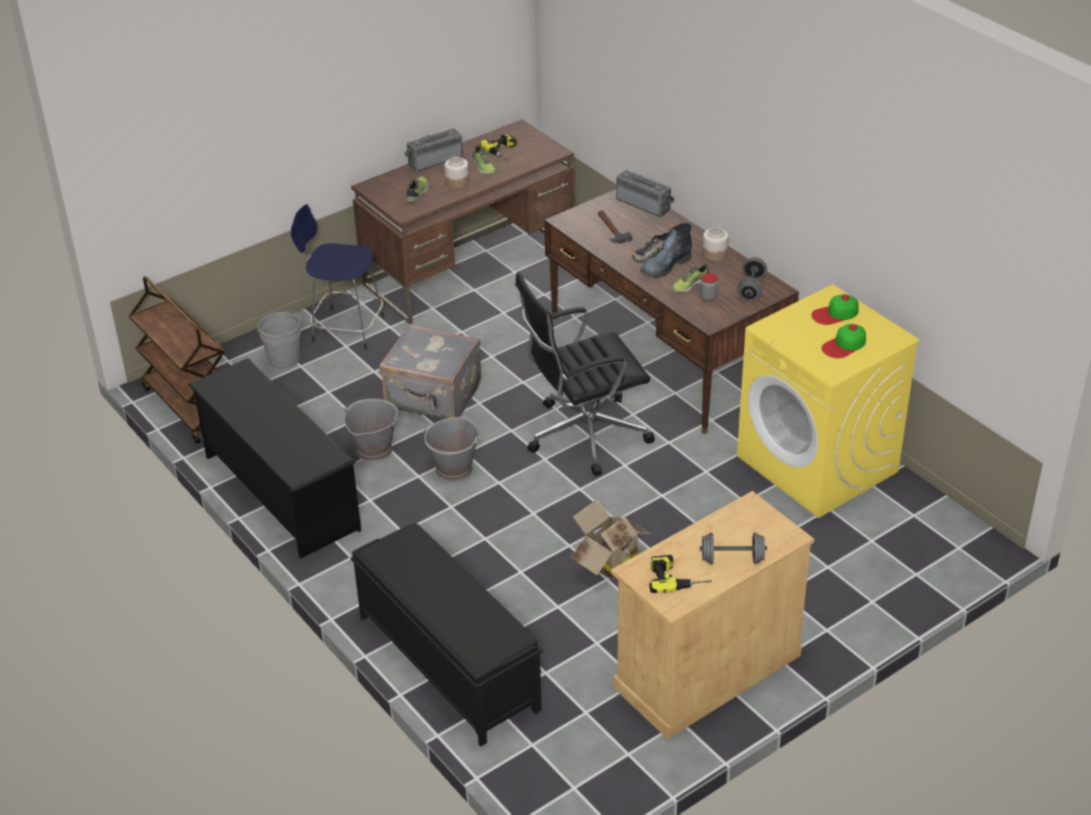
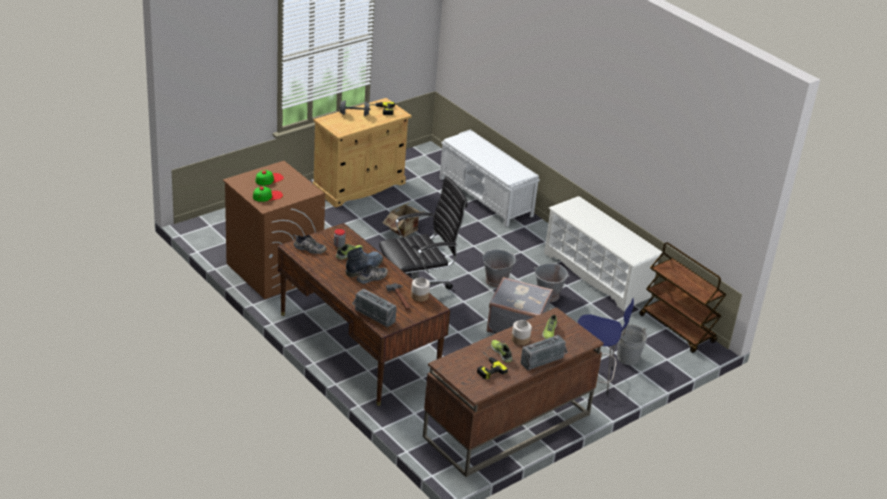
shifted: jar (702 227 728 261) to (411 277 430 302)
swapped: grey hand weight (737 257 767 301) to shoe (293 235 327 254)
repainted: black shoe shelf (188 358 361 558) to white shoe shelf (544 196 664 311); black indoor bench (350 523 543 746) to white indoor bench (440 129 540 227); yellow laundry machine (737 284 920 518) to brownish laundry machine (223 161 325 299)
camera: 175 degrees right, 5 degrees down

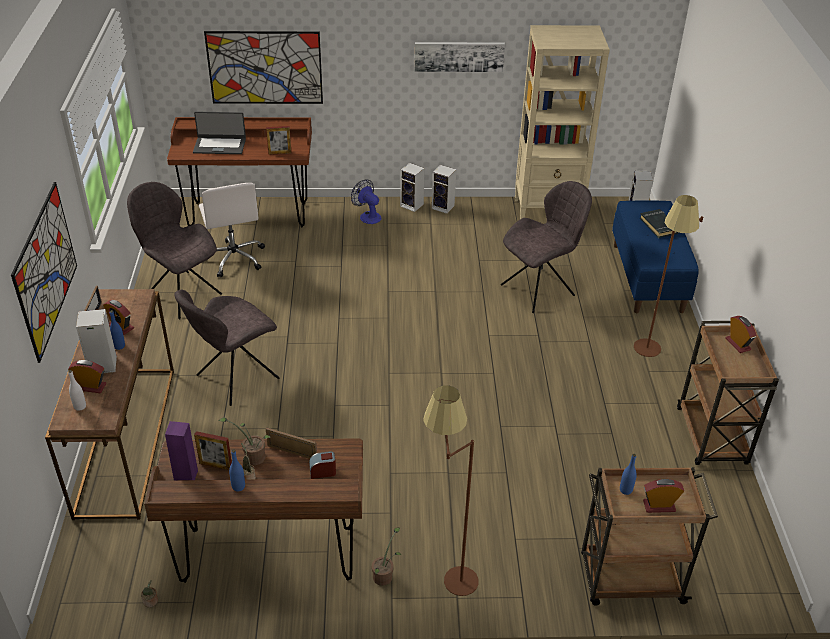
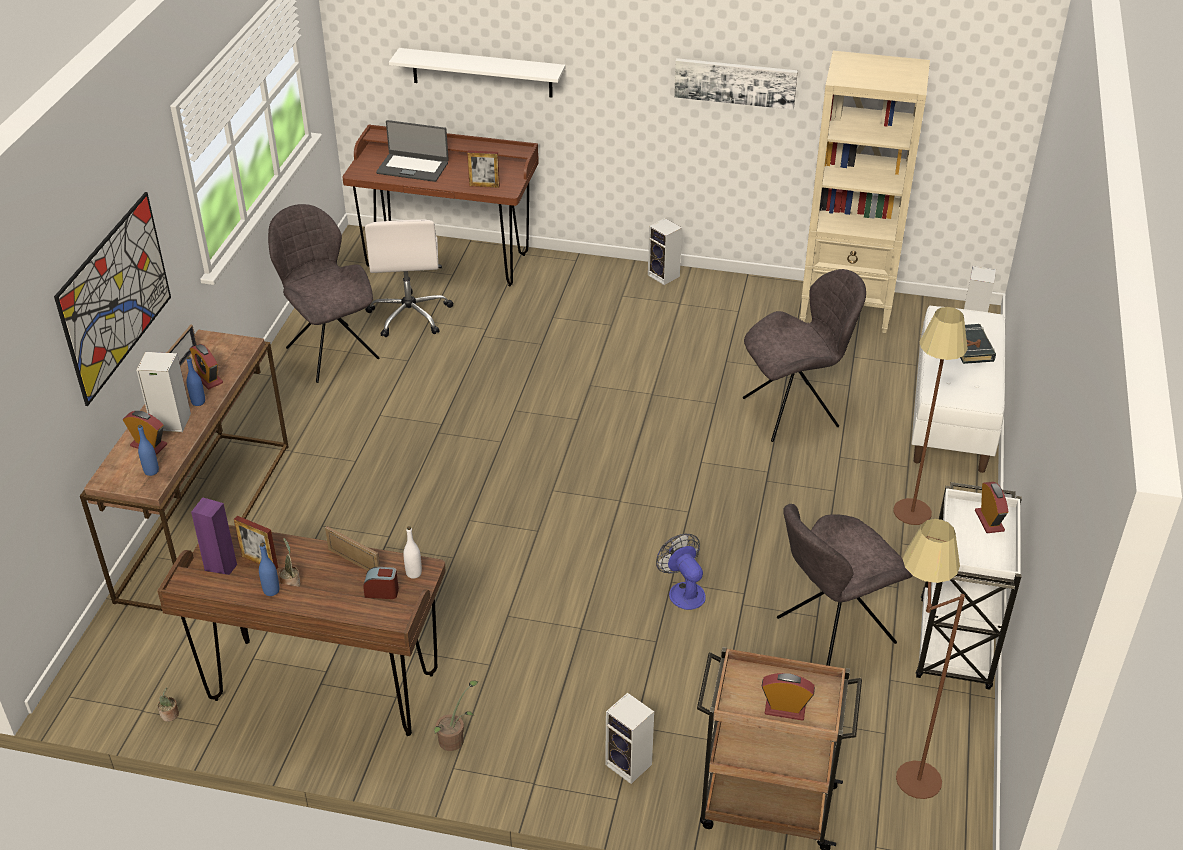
gone: plant in a pot (219 417 271 465)
shifted: white bottle (68 370 86 411) to (403 526 422 579); grey chair (174 290 279 406) to (777 504 913 666); cooling fan (351 179 381 224) to (656 534 706 610); brownish standard lamp (423 385 479 596) to (896 519 965 799); audio speaker (432 165 456 214) to (605 693 654 784); blue-coloured bottle (620 454 637 495) to (138 425 159 476)
swapped: picture (204 31 323 104) to white shelf (389 48 565 98)
repainted: blue-coloured indoor bench (612 201 699 313) to white indoor bench (911 306 1006 473); brownish wheeled cart (677 321 779 465) to white wheeled cart (916 482 1022 690)
camera: 15 degrees right, 0 degrees up

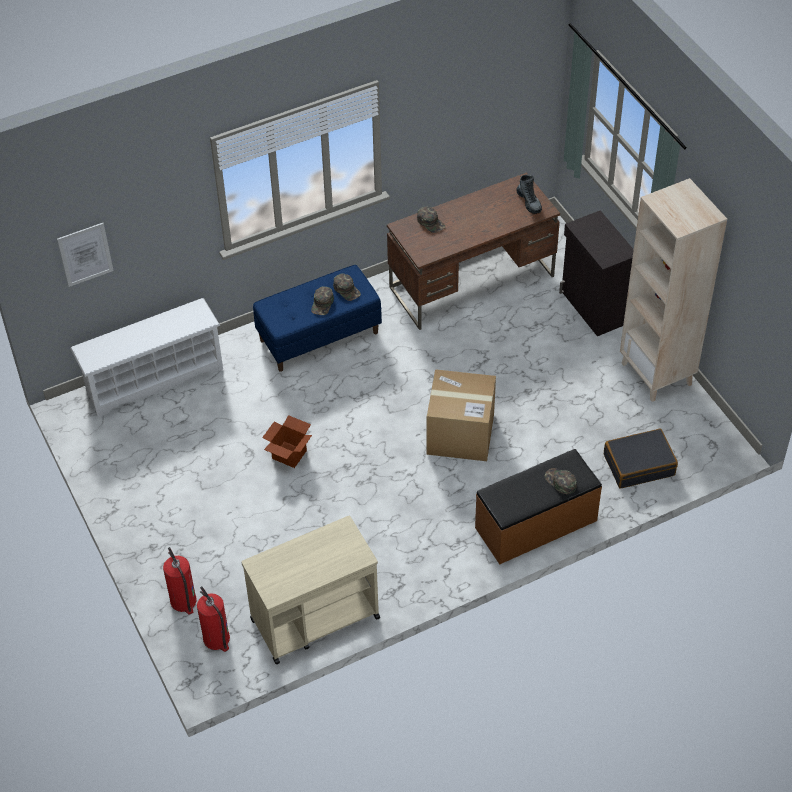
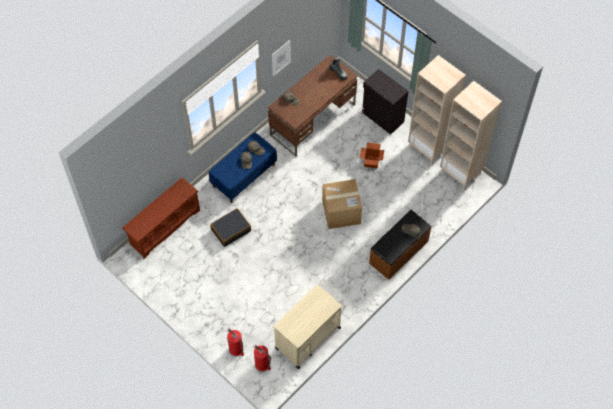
new: beige-coloured shelving unit (440 81 502 190)
shifted: picture (57 223 114 287) to (272 40 291 77); cardboard box (262 415 312 468) to (360 142 384 168); black travel case (604 428 678 489) to (210 208 251 247)
repainted: white shoe shelf (70 298 223 418) to brownish shoe shelf (122 177 200 259)
camera: 20 degrees left, 10 degrees up

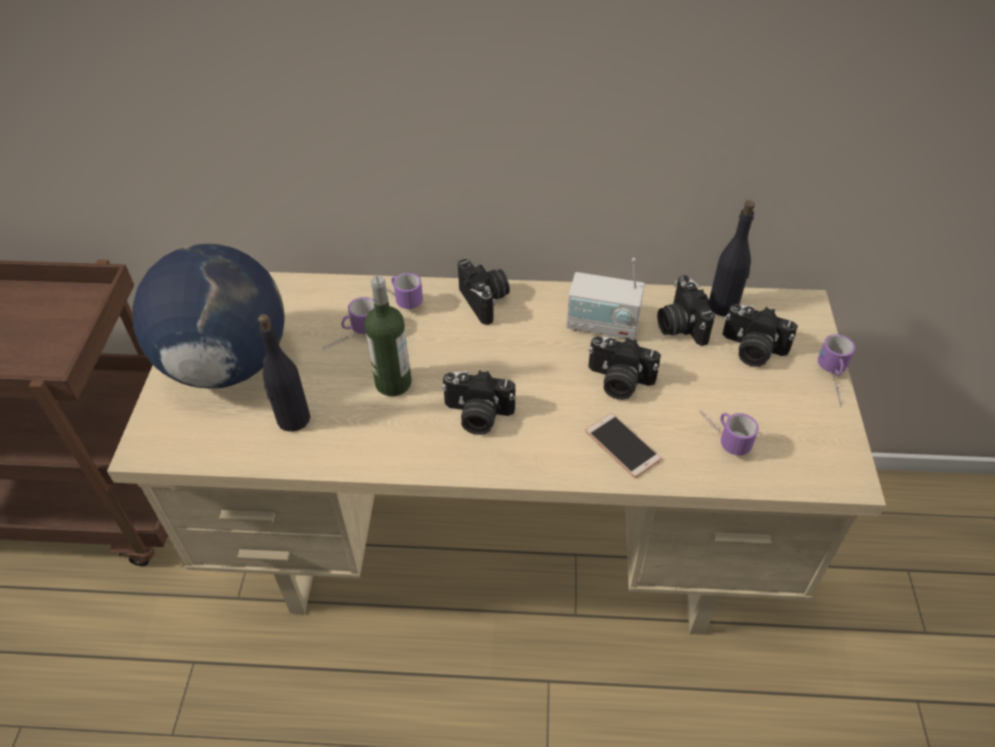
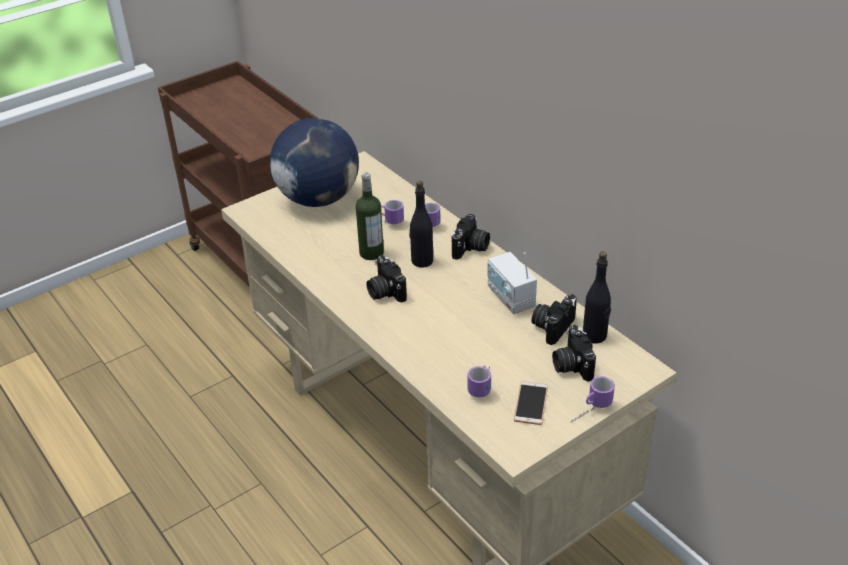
gone: photo camera (588 336 661 400)
shifted: black bottle (258 314 310 432) to (409 181 433 268); phone (585 413 662 478) to (514 381 548 425)
camera: 50 degrees right, 10 degrees down

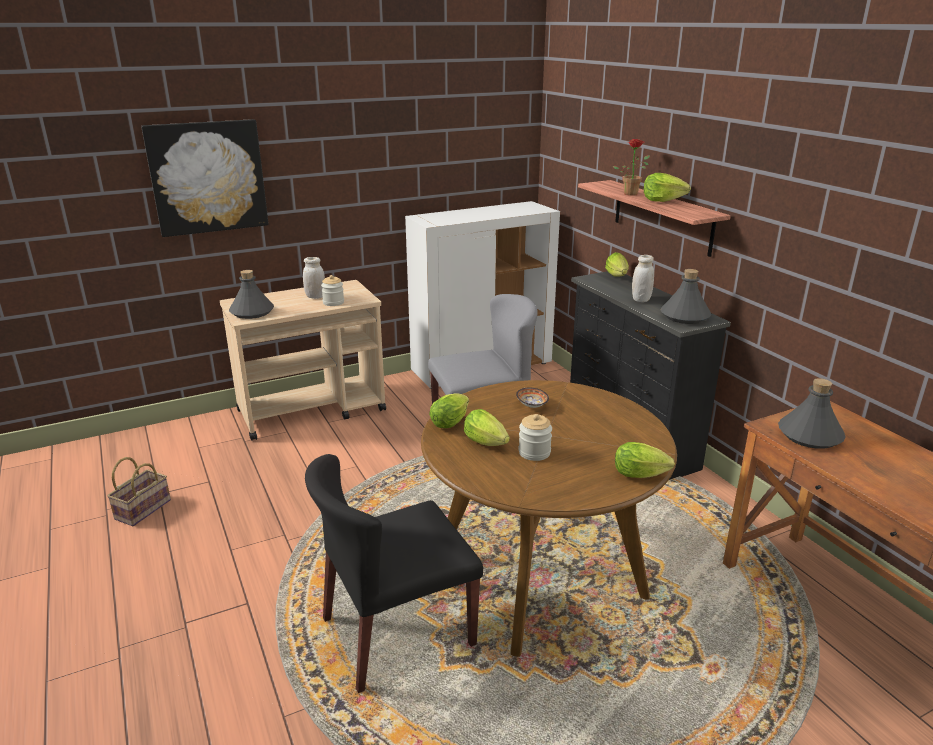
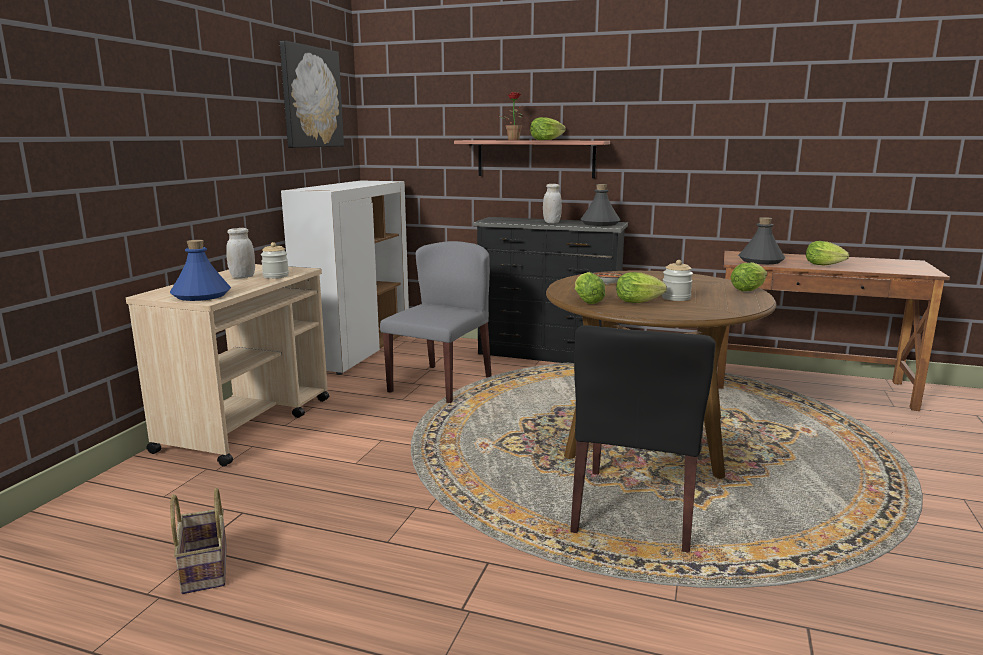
shifted: picture (141 119 269 237) to (280 40 344 148); lettuce (605 252 629 277) to (806 241 849 266)
repainted: grey bottle (229 270 274 319) to blue-coloured bottle (170 240 231 301)
camera: 45 degrees left, 10 degrees down

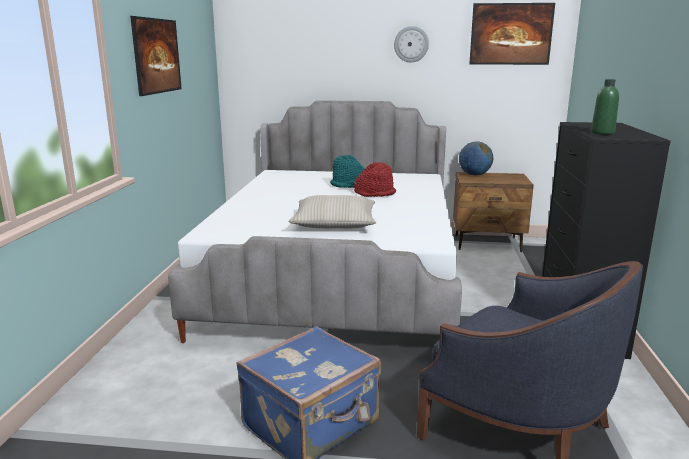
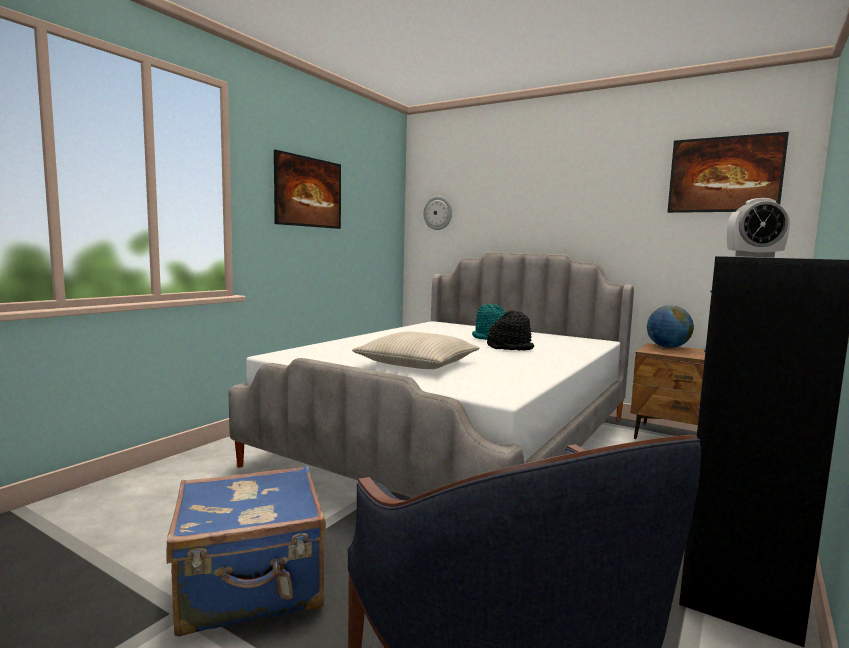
shifted: wall clock (394 26 429 62) to (423 196 452 230)
swapped: green bottle (591 79 619 134) to table clock (727 198 790 257)
repainted: red hat (354 162 396 197) to black hat (487 310 534 351)
camera: 25 degrees right, 10 degrees down

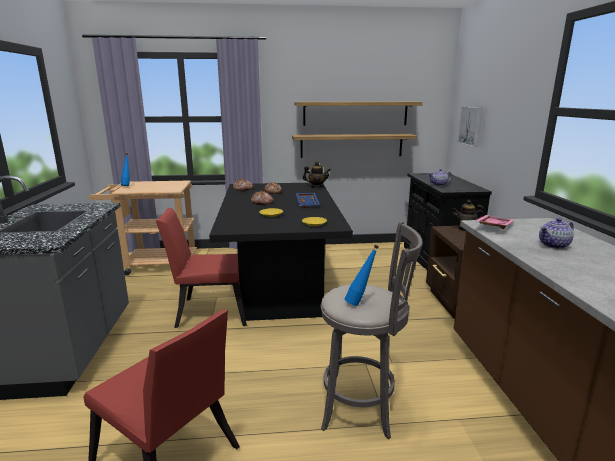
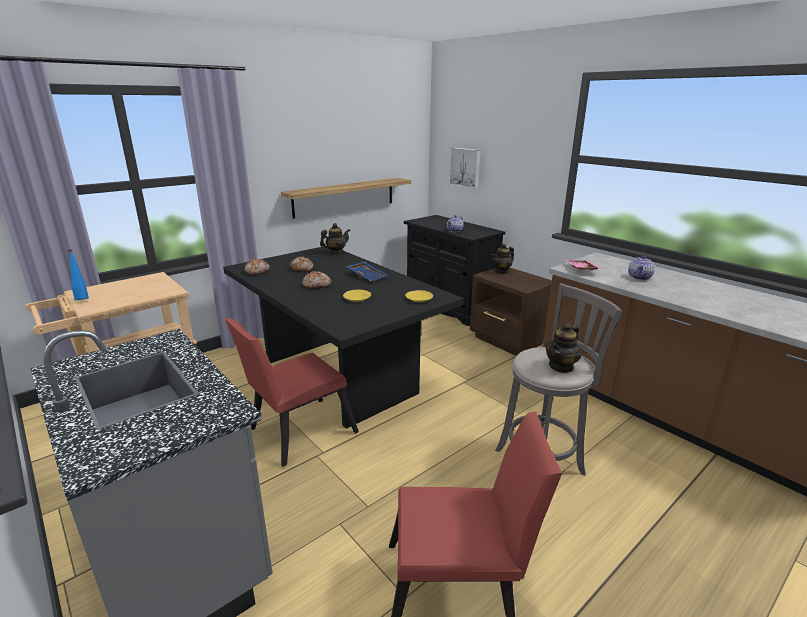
gone: shelf (295 102 423 126)
swapped: blue-coloured bottle (345 245 379 306) to pot for tea (546 323 581 373)
camera: 35 degrees left, 5 degrees up

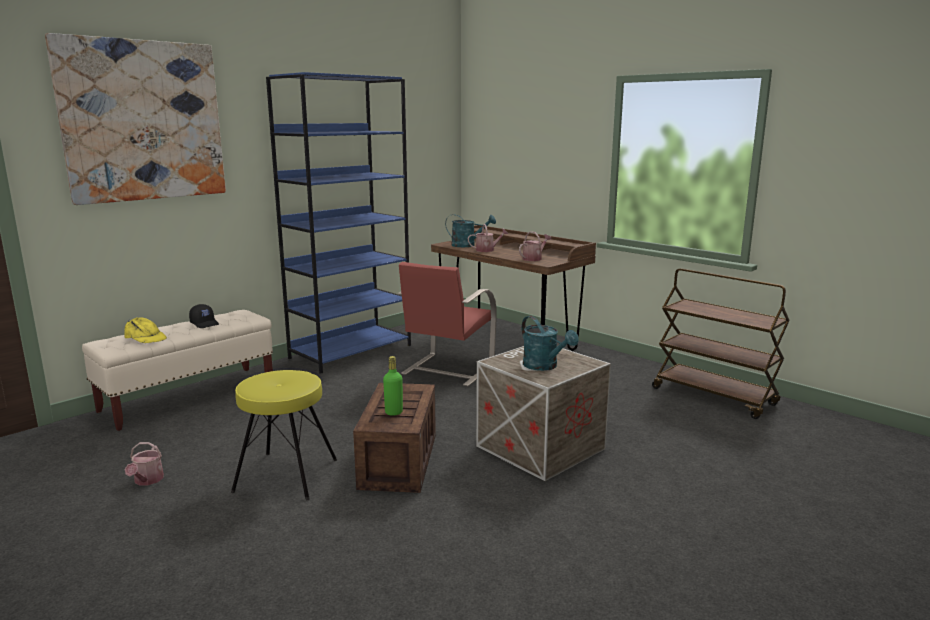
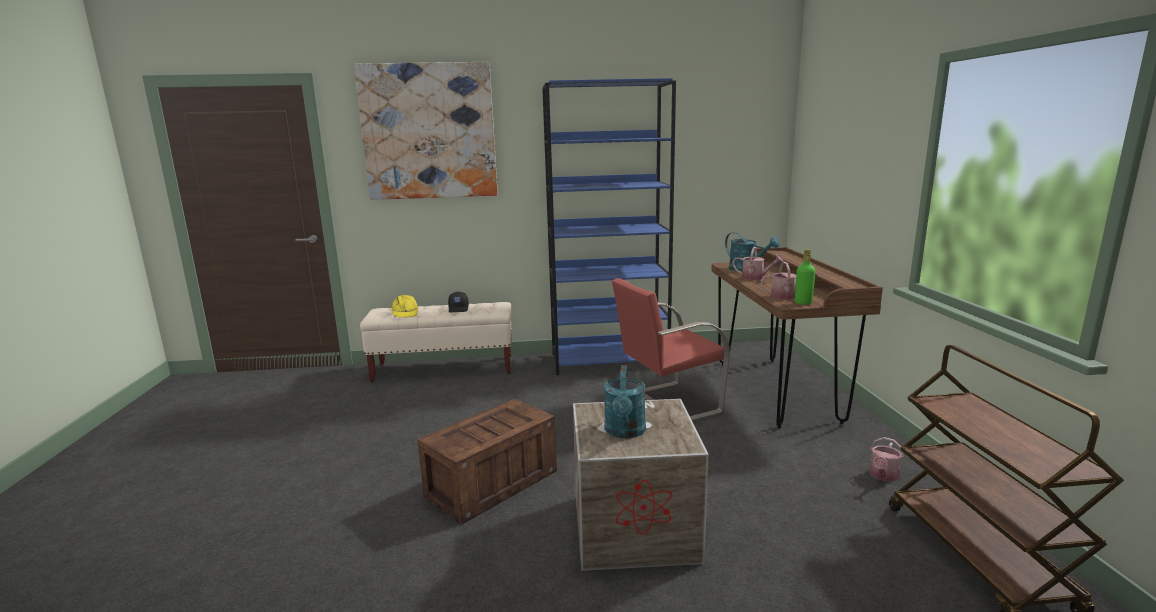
gone: yellow sitting stool (231 370 337 500)
shifted: watering pot (125 442 164 486) to (869 437 904 481); green bottle (383 356 403 416) to (795 249 816 305)
camera: 40 degrees right, 0 degrees up

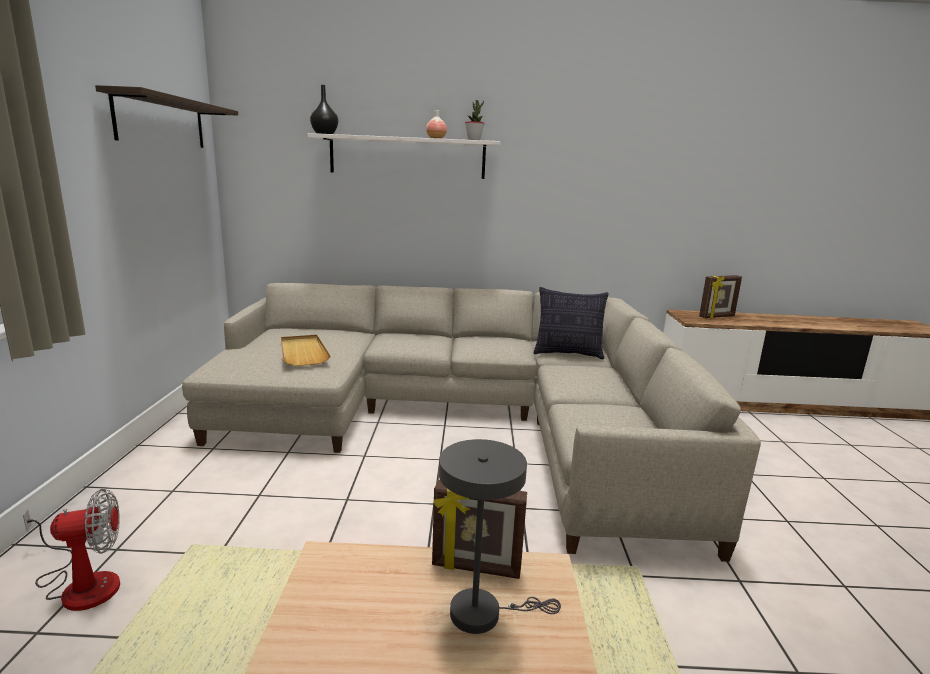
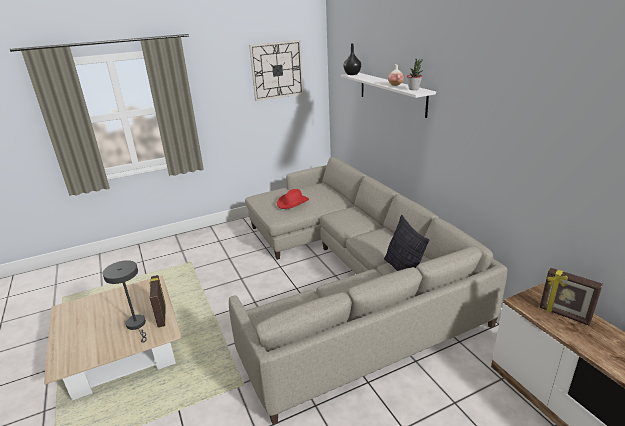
gone: cooling fan (23 489 120 611)
swapped: shelf (95 85 238 148) to wall clock (249 40 304 101); beige-coloured tray (281 335 331 366) to red hat (277 189 309 209)
camera: 65 degrees right, 10 degrees up

